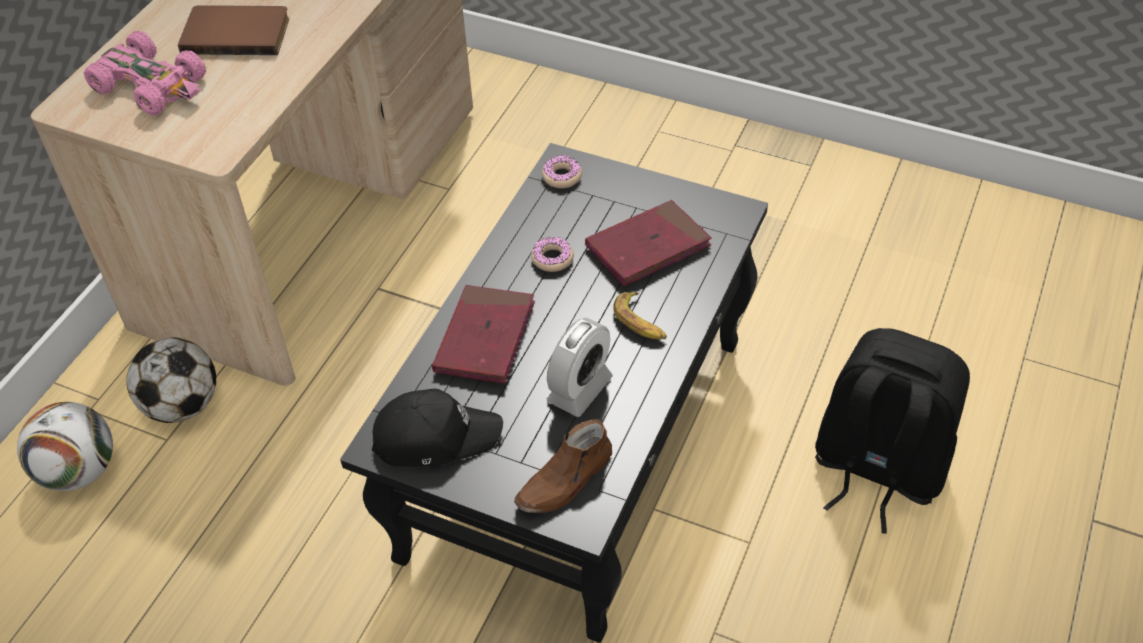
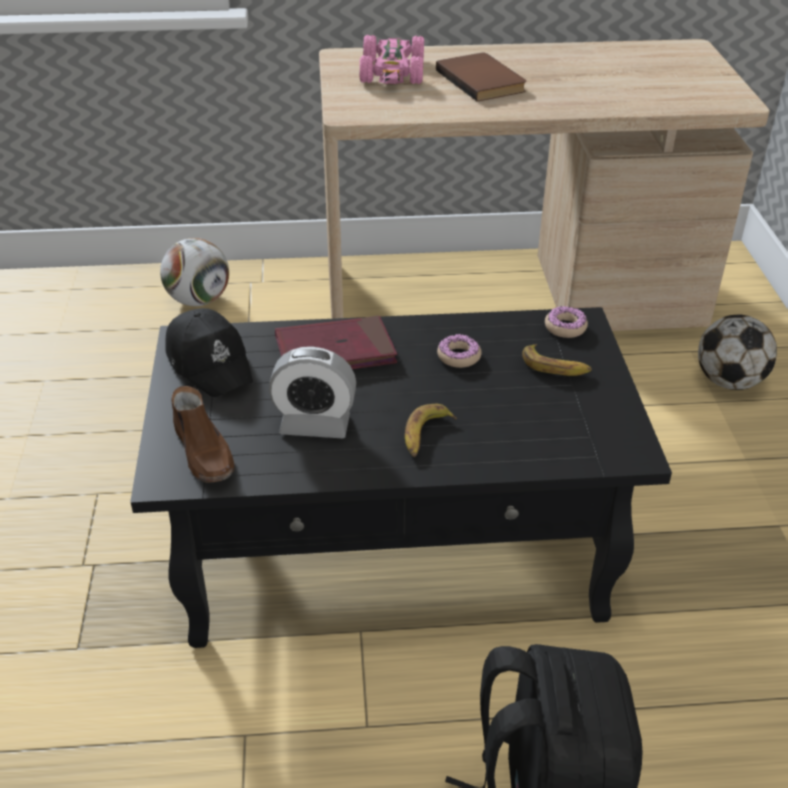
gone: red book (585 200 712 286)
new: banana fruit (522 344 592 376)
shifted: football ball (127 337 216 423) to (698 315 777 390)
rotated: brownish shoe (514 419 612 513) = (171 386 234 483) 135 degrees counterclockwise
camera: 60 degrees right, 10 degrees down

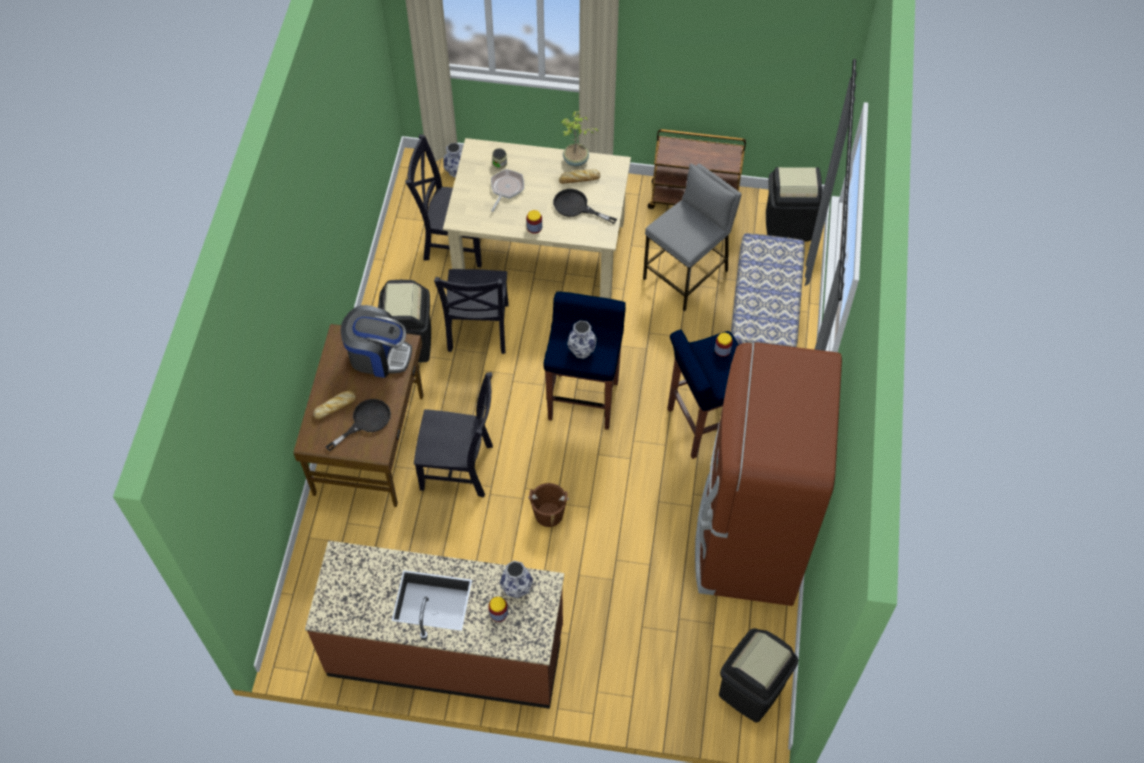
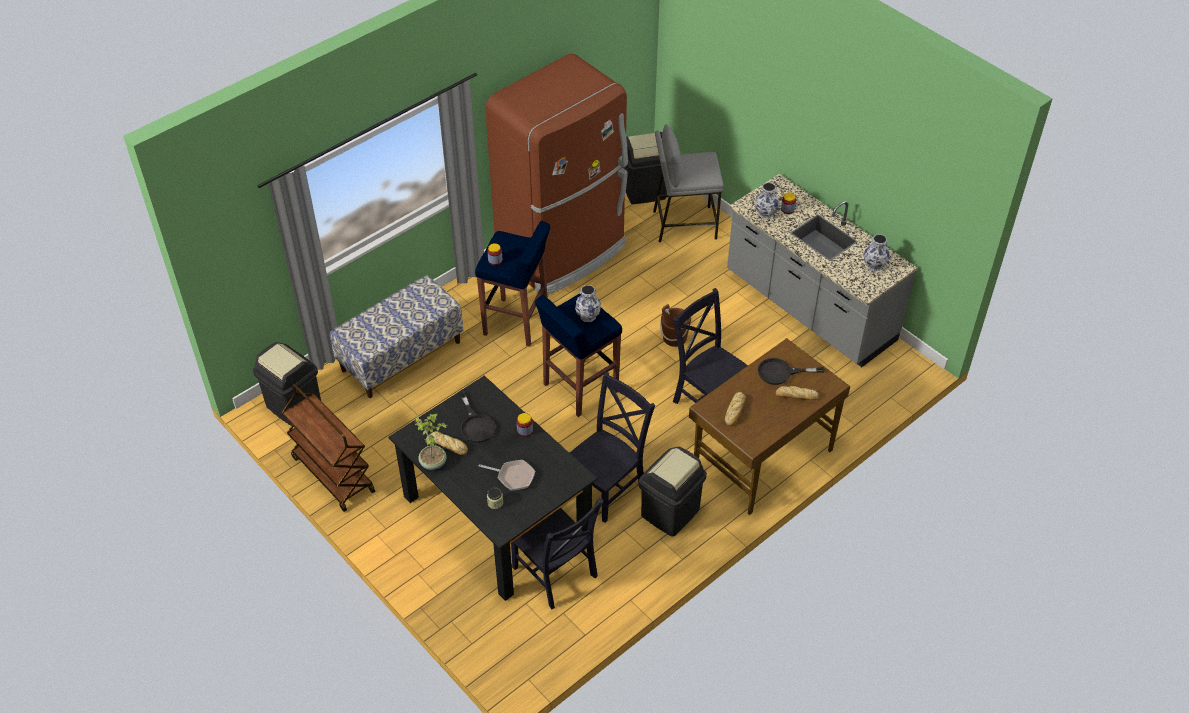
shifted: vase (443 143 462 177) to (863 234 890 271); grey sitting stool (643 163 742 311) to (653 124 723 242)
swapped: coffee maker (341 305 412 378) to bread (725 392 746 426)
repainted: brownish kitchen counter (305 541 564 709) to grey kitchen counter (727 174 917 367); beige-coloured dining table (443 138 631 299) to black dining table (389 376 597 601)
rotated: skillet (491 169 524 212) = (479 460 535 491) 135 degrees counterclockwise
camera: 140 degrees left, 10 degrees down

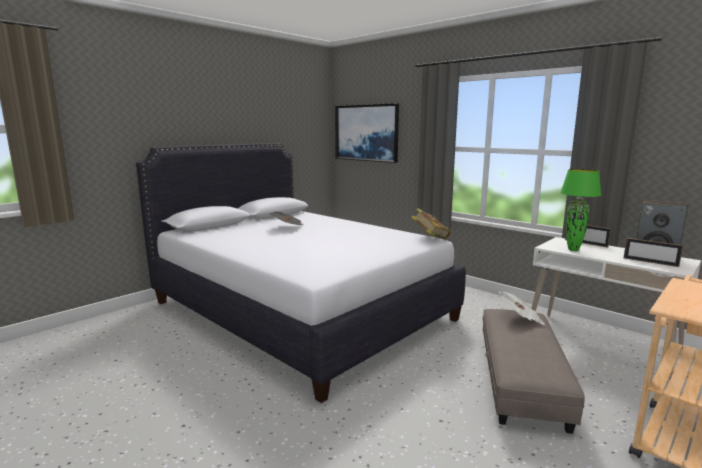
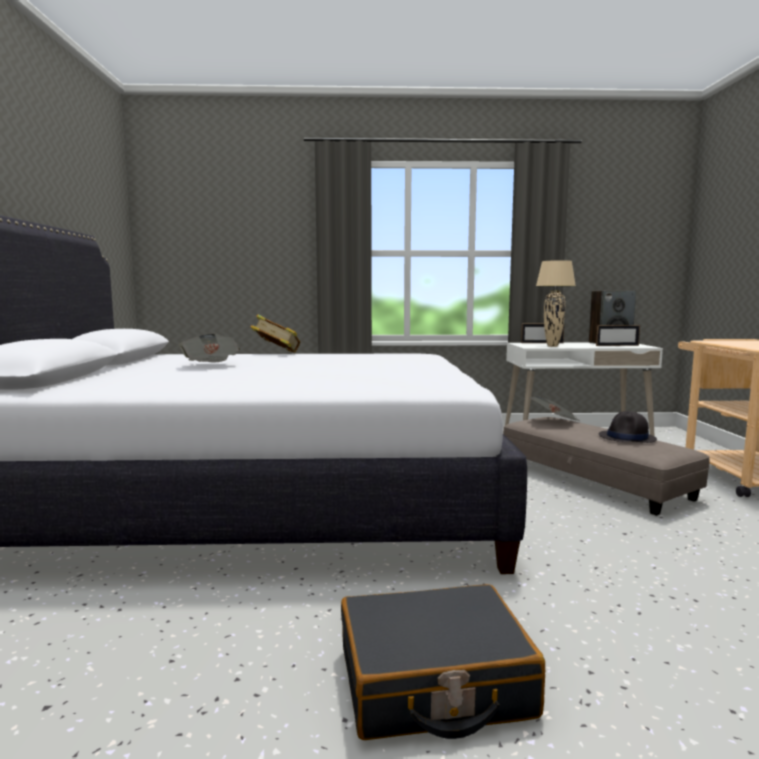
gone: picture (335 103 399 163)
new: black travel case (341 584 545 740); black hat (598 411 657 443)
shifted: book (411 208 451 239) to (250 314 300 353)
repainted: green tabletop lamp (560 169 601 251) to beige-coloured tabletop lamp (536 260 576 347)
camera: 45 degrees left, 5 degrees down

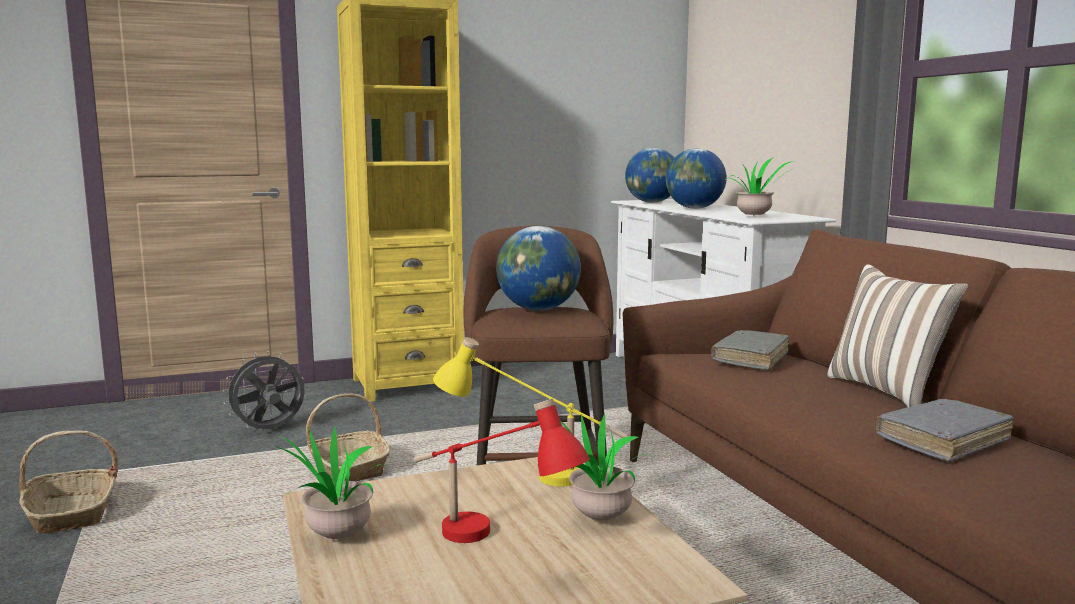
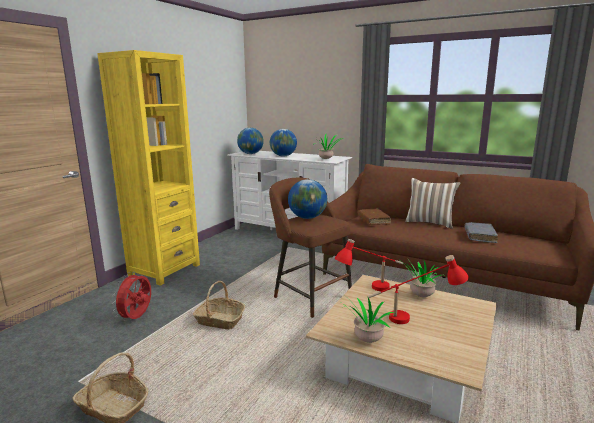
repainted: grey cooling fan (223 351 305 430) to red cooling fan (112 273 151 321); yellow tabletop lamp (433 337 627 487) to red tabletop lamp (335 239 403 291); grey book (712 330 789 370) to brownish book (358 209 391 225)
camera: 40 degrees left, 5 degrees up

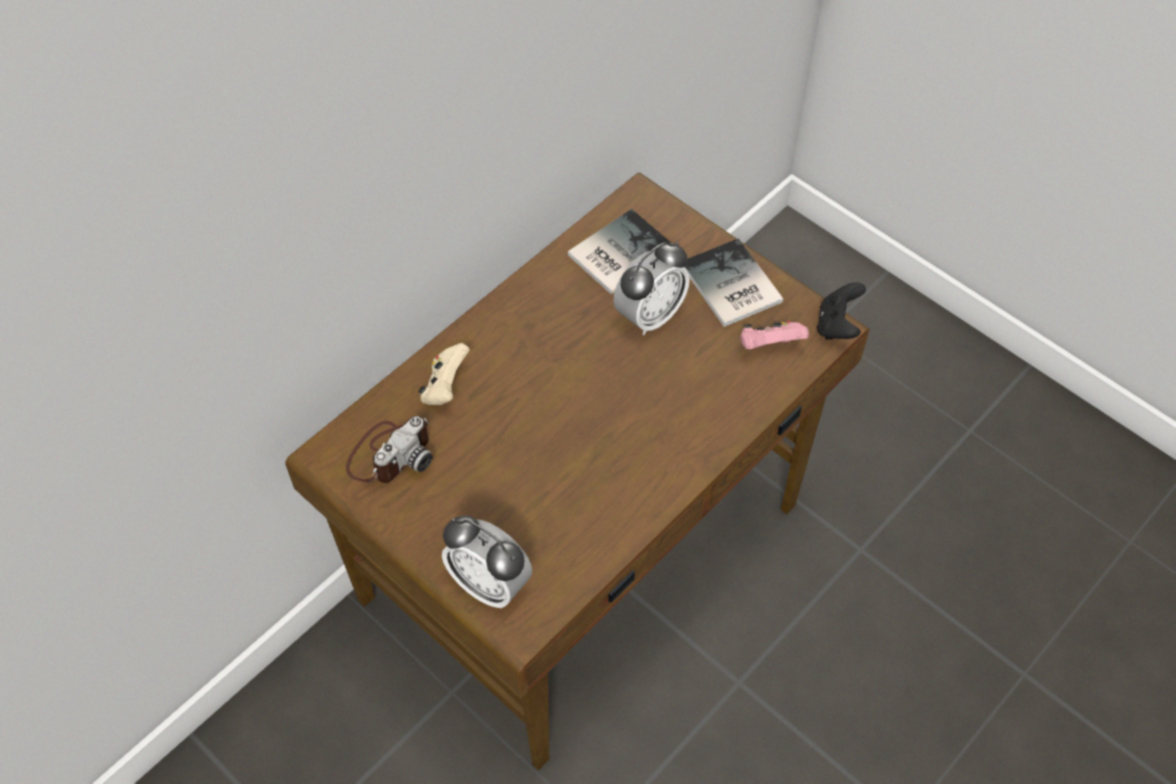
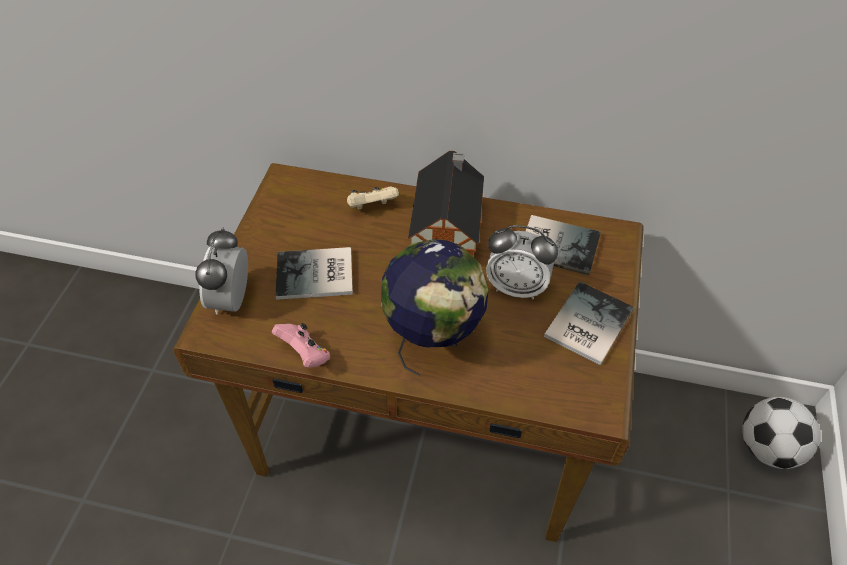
gone: photo camera (346 416 433 483); black gamepad (817 282 866 340)
new: book (276 247 353 300); world globe (381 239 489 376); model house (408 151 484 256); football ball (742 397 821 469)
shifted: pink gamepad (740 321 809 349) to (272 323 330 368)
camera: 60 degrees right, 5 degrees down

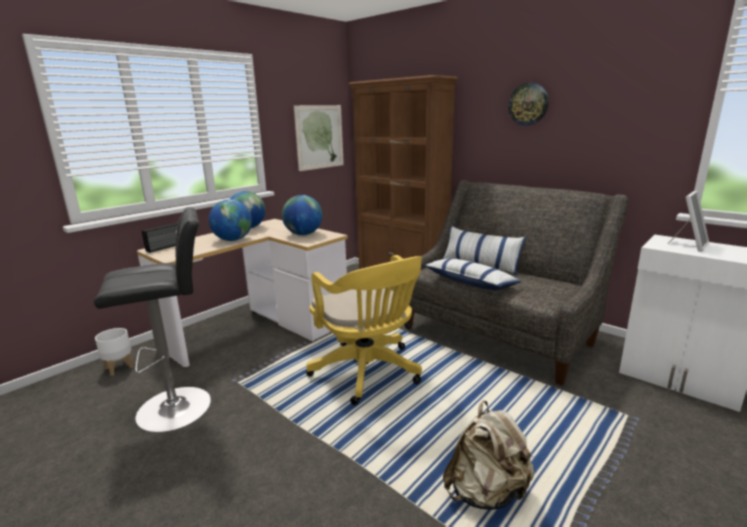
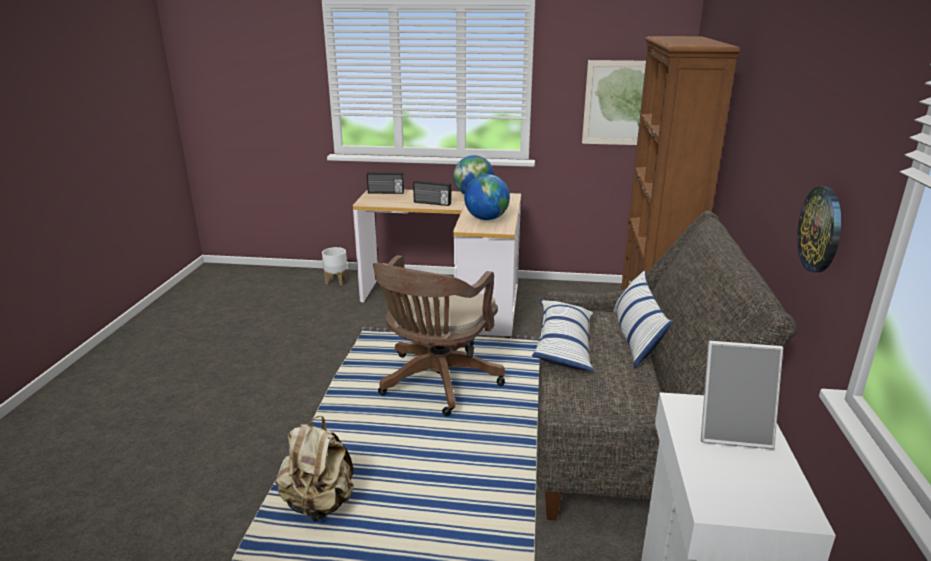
gone: black sitting stool (94 207 211 433)
shifted: wall clock (508 83 549 126) to (797 186 841 272)
swapped: world globe (209 199 252 241) to radio receiver (413 180 451 206)
repainted: yellow desk chair (306 255 422 405) to brownish desk chair (373 255 505 416)
camera: 55 degrees right, 5 degrees up

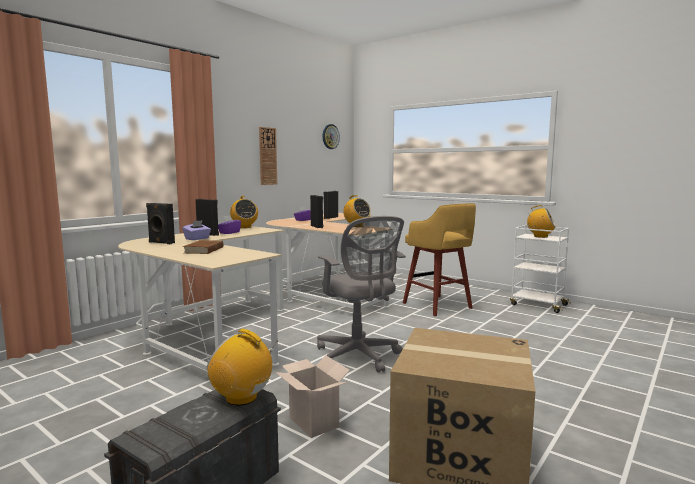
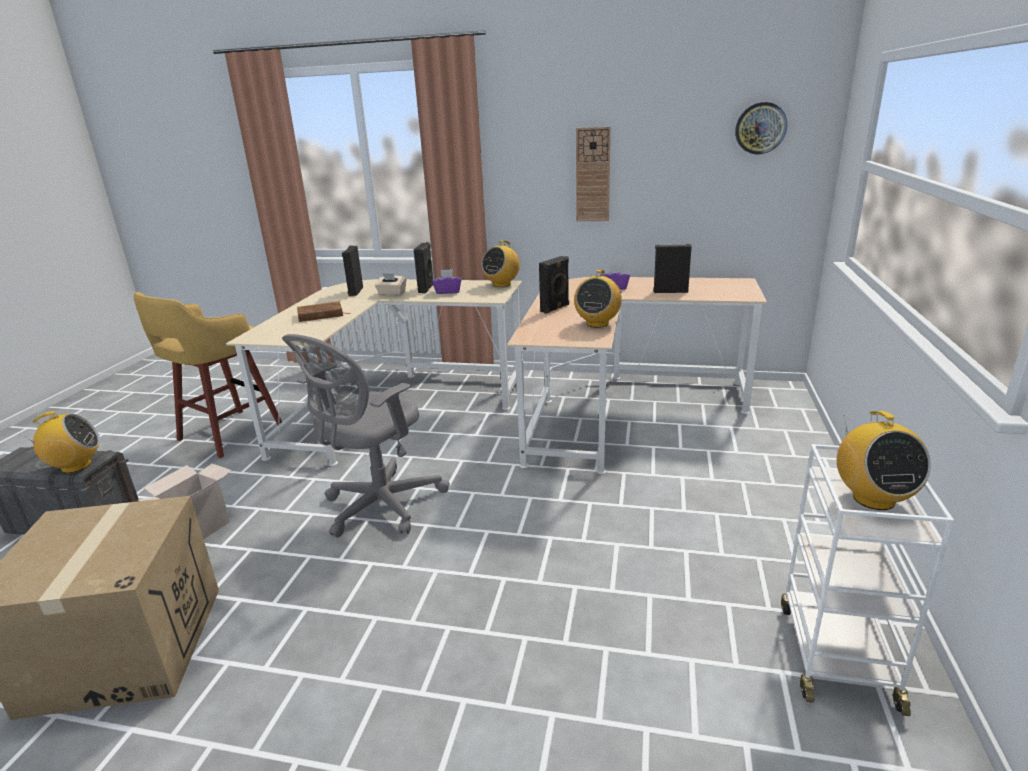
shifted: yellow sitting stool (403 203 476 316) to (134 292 282 458)
repainted: purplish tissue box (182 220 211 240) to beige-coloured tissue box (375 273 407 296)
rotated: radio receiver (207 329 278 406) = (23 411 100 473) 75 degrees clockwise
camera: 65 degrees right, 15 degrees up

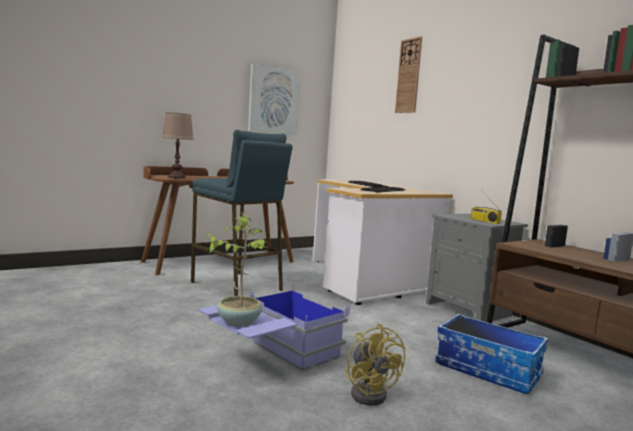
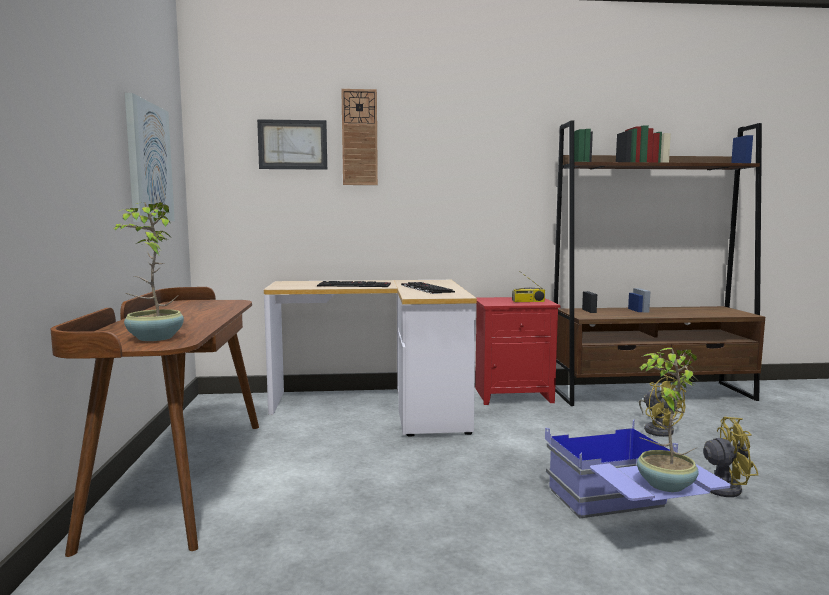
gone: blue-coloured sitting stool (191 130 293 296)
new: picture (257 119 327 170)
swapped: brownish tabletop lamp (162 112 194 179) to plant in a pot (112 202 184 341); storage box (435 314 549 394) to yellow cooling fan (639 375 686 437)
repainted: grey nightstand (426 214 528 322) to red nightstand (475 297 560 405)
camera: 60 degrees left, 0 degrees up

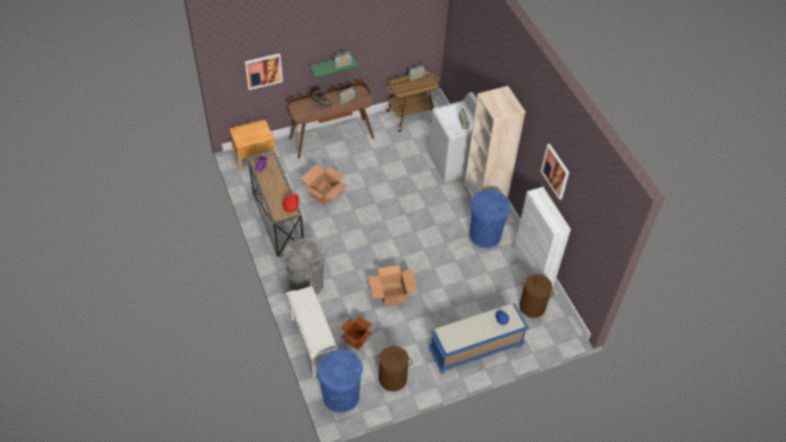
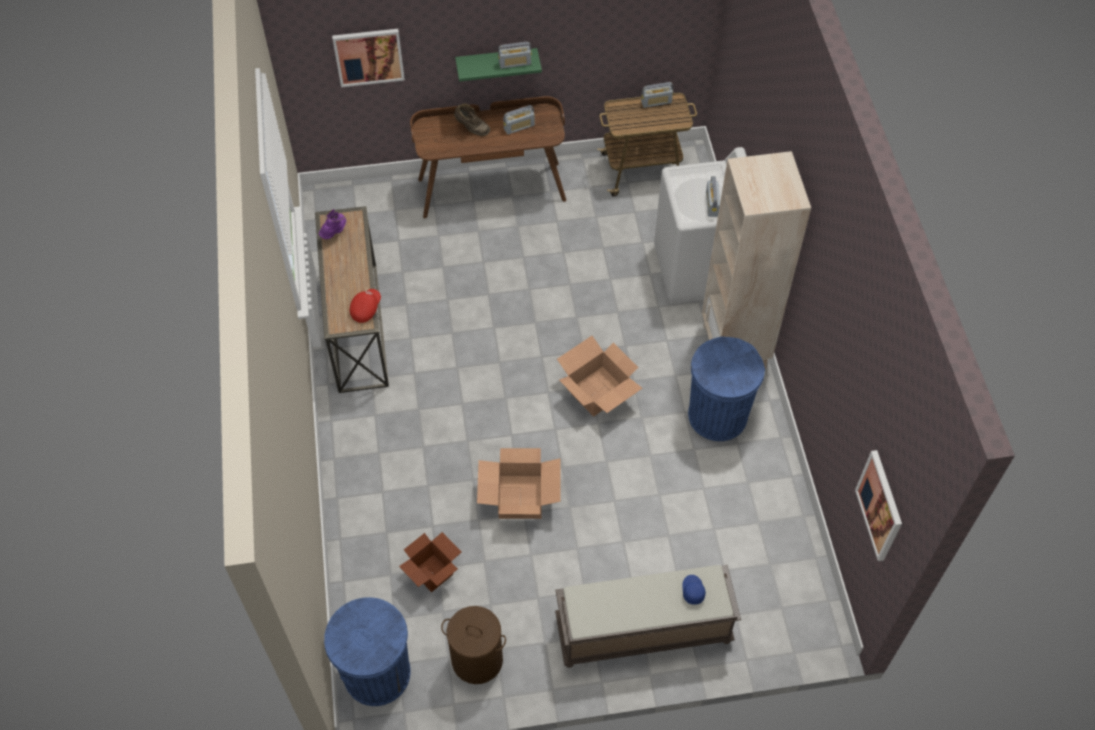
gone: brownish nightstand (230 119 275 170); grey rubbish bin (283 238 325 296); white shoe shelf (286 286 338 377); white cupboard (514 187 571 287); brownish hamper (519 274 554 318)
shifted: cardboard box (301 164 348 205) to (557 336 642 416); picture (541 144 569 200) to (855 450 902 561)
repainted: blue-coloured indoor bench (428 303 529 374) to brownish indoor bench (555 565 741 668)
camera: 15 degrees right, 5 degrees up

